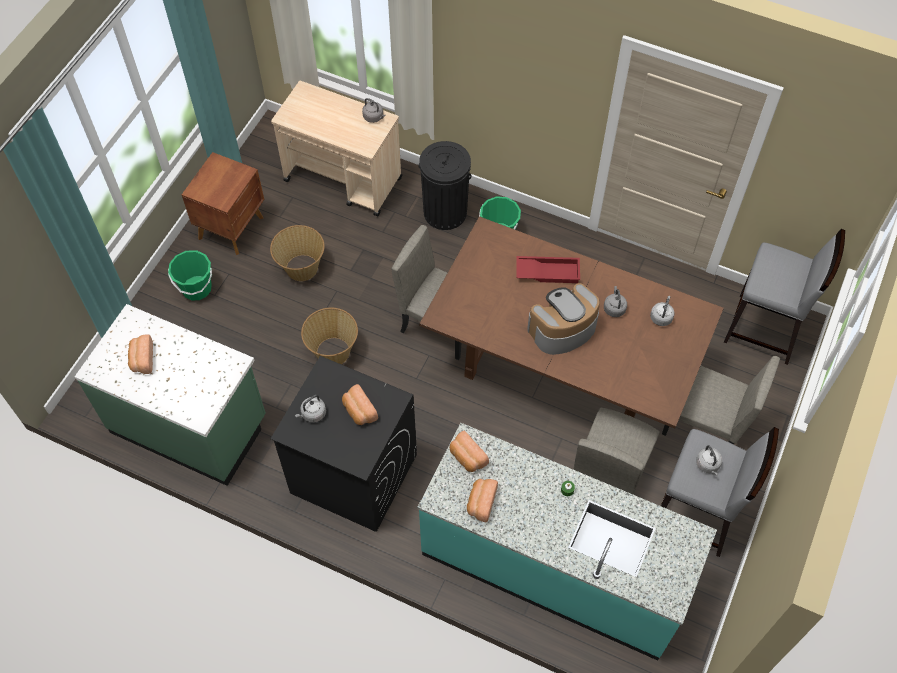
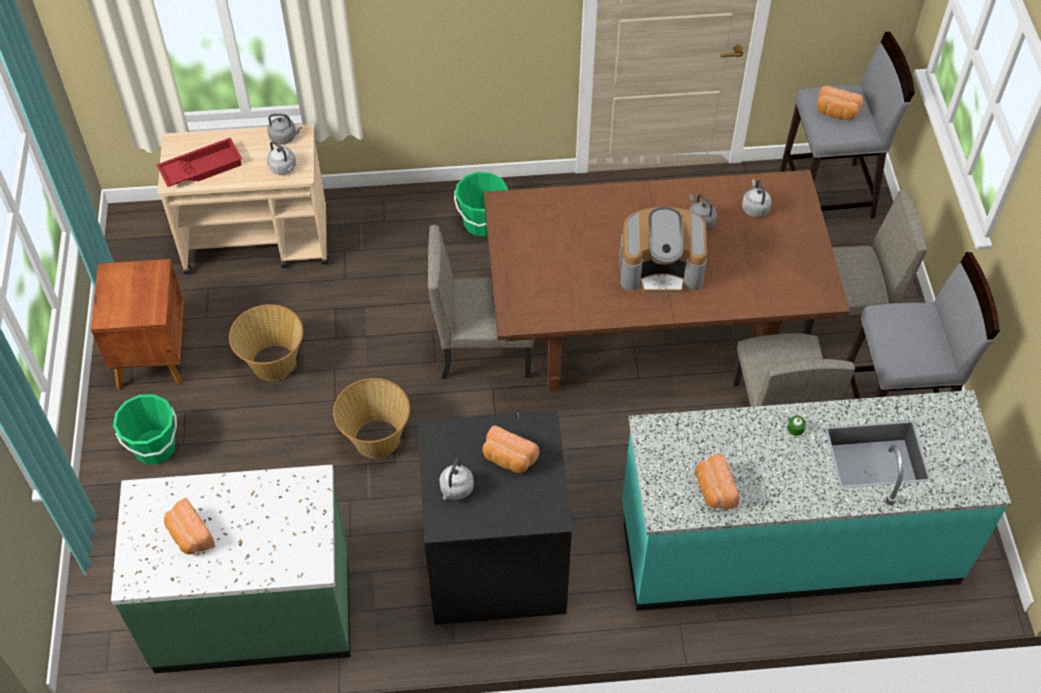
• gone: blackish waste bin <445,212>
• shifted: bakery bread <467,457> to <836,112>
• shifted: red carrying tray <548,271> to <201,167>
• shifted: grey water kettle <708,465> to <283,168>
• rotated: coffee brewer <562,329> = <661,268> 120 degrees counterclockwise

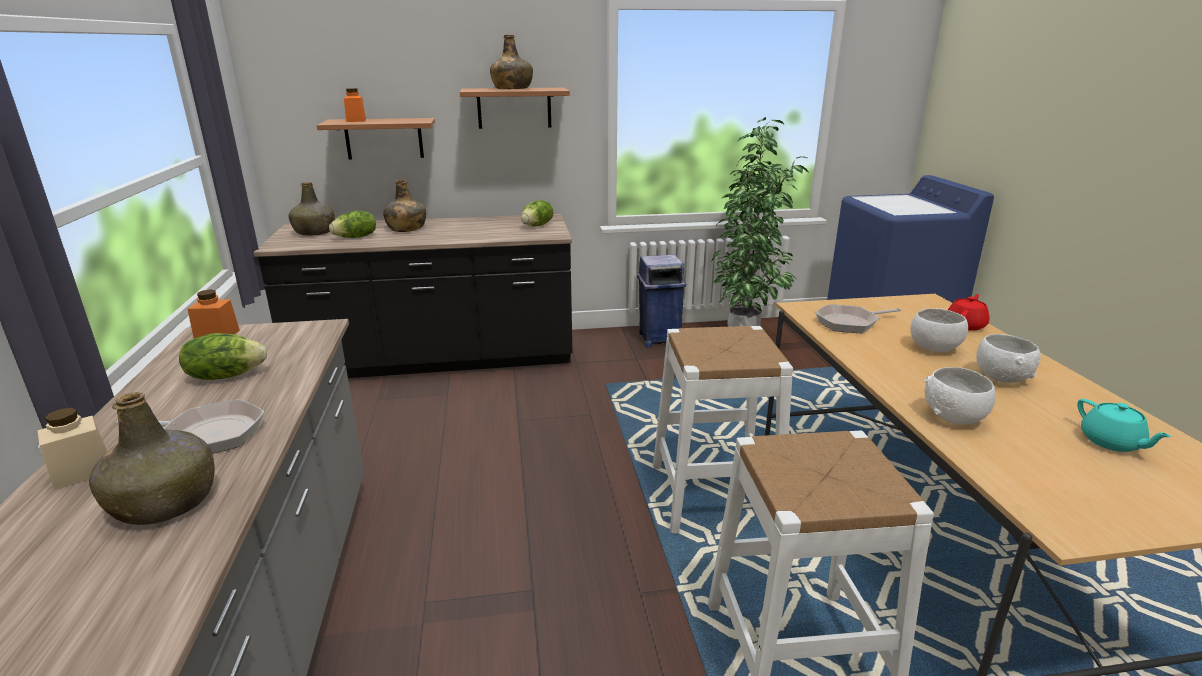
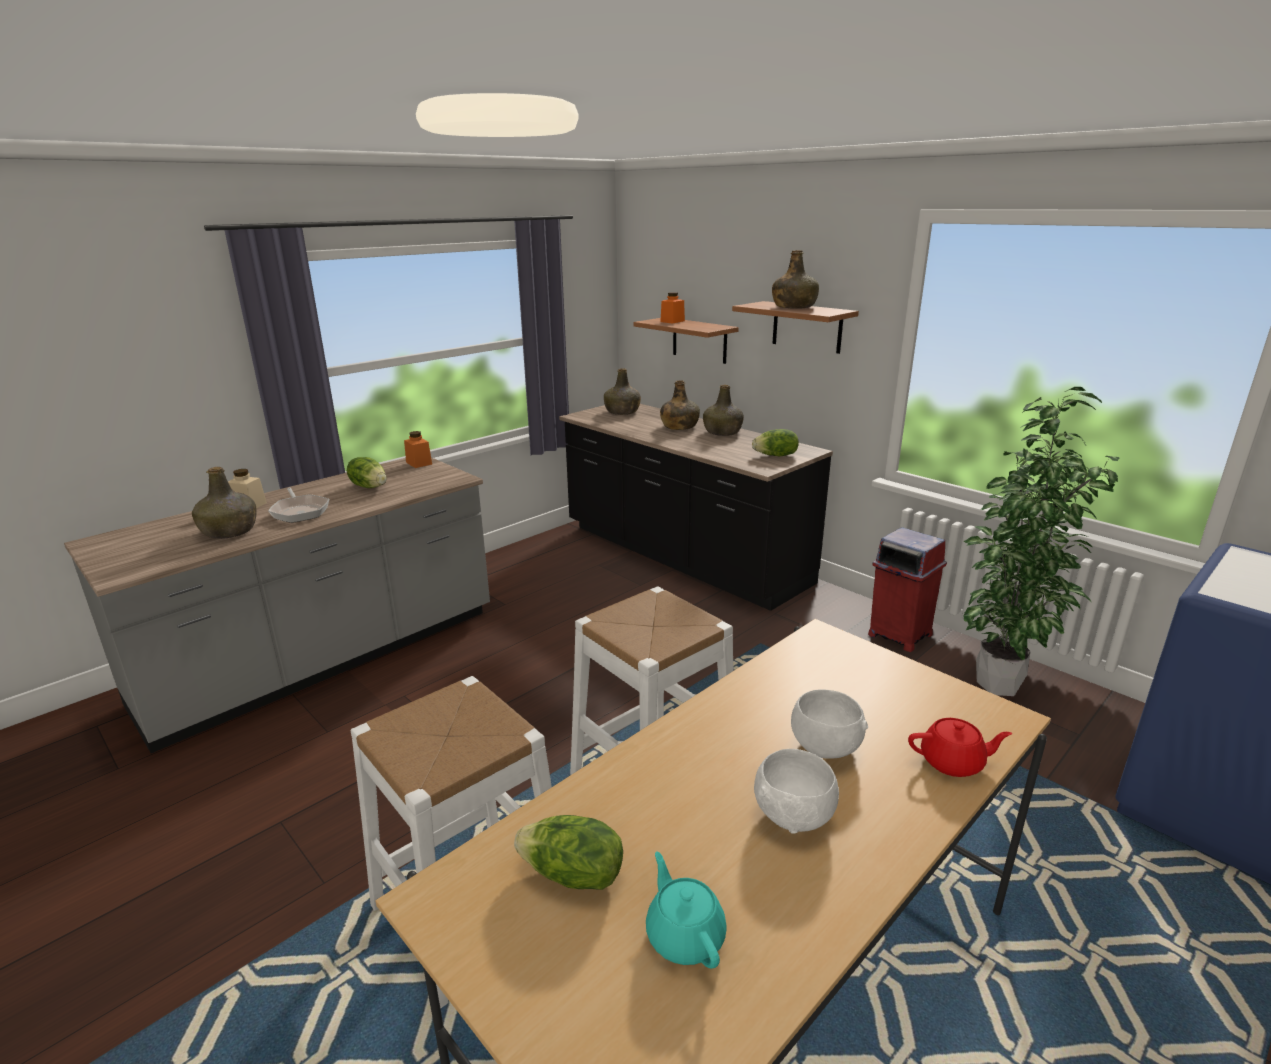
• gone: skillet <850,323>
• gone: whitish deep dish <954,417>
• new: green-coloured bottle <723,432>
• shifted: lettuce head <356,237> to <572,875>
• repainted: bluish waste bin <658,338> to red waste bin <899,634>
• rotated: turquoise tea pot <1111,442> = <684,935> 120 degrees clockwise

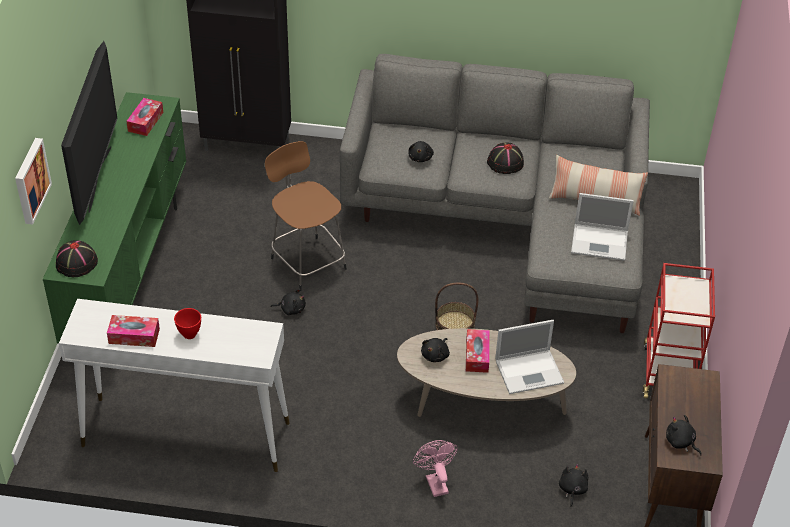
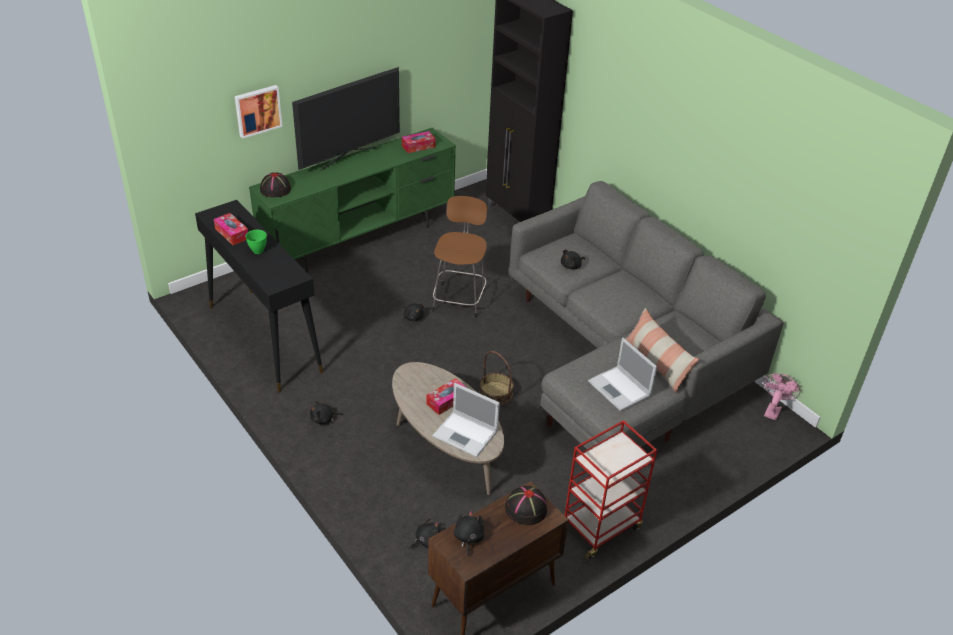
• shifted: pink fan <435,481> to <773,409>
• shifted: blackish soft toy <436,355> to <323,419>
• shifted: blackish hat <505,162> to <525,508>
• repainted: whitish console table <185,434> to blackish console table <264,338>
• repainted: red deep dish <190,335> to green-coloured deep dish <258,251>

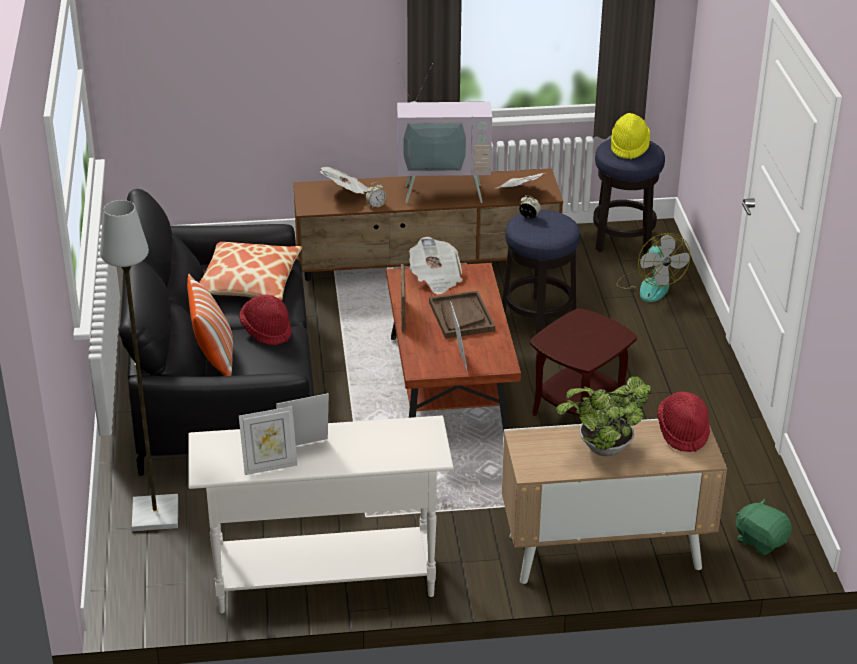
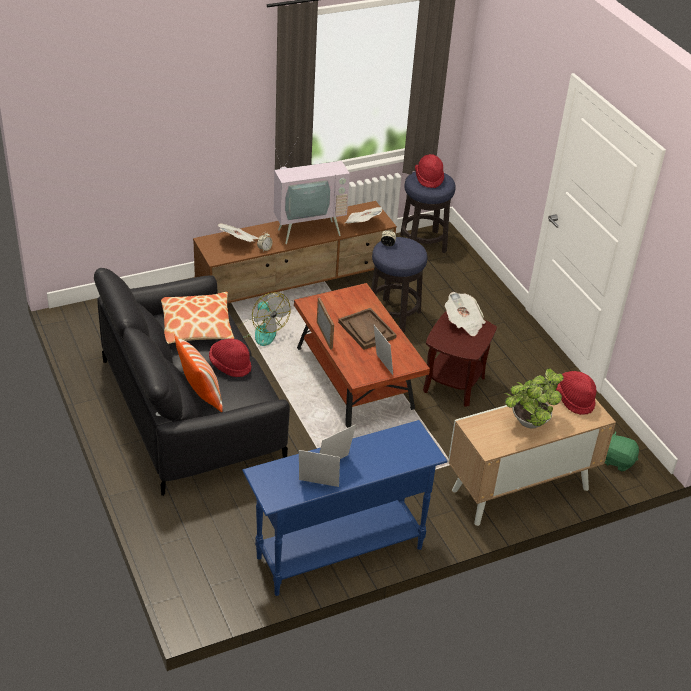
• gone: grey standard lamp <154,514>
• shifted: printed paper <435,278> to <464,323>
• shifted: fan <649,285> to <261,331>
• repainted: whitish console table <323,580> to bluish console table <339,552>
• repainted: yellowish hat <629,147> to red hat <429,178>
• rotated: picture frame <270,466> = <318,486> 135 degrees counterclockwise

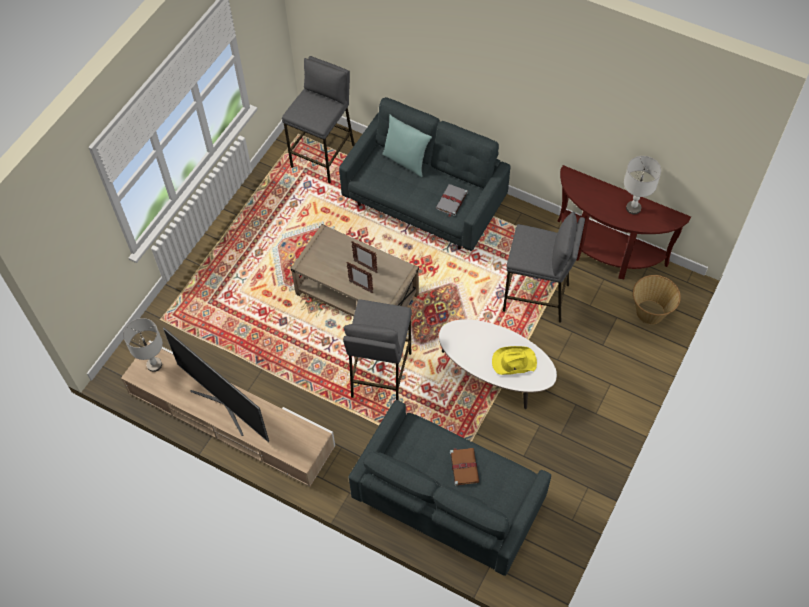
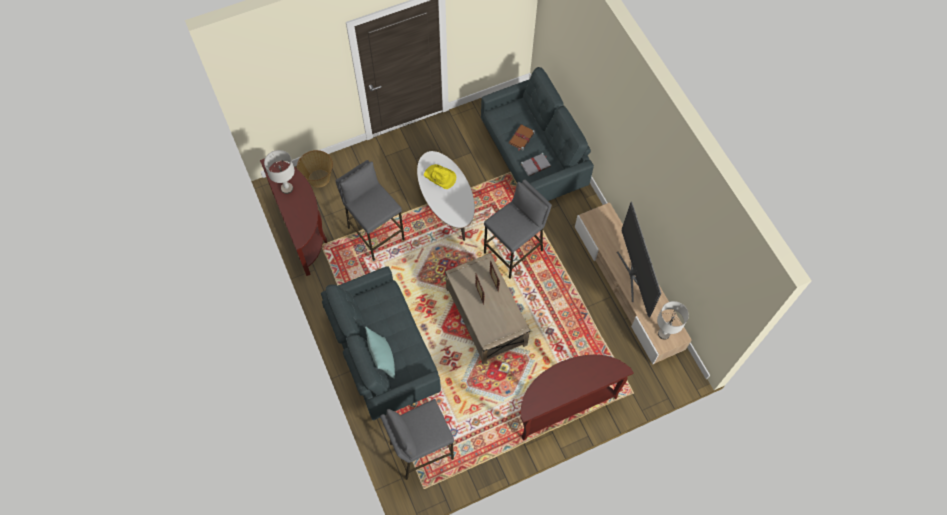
• new: brown console table <563,405>
• shifted: grey bound book <451,201> to <536,165>

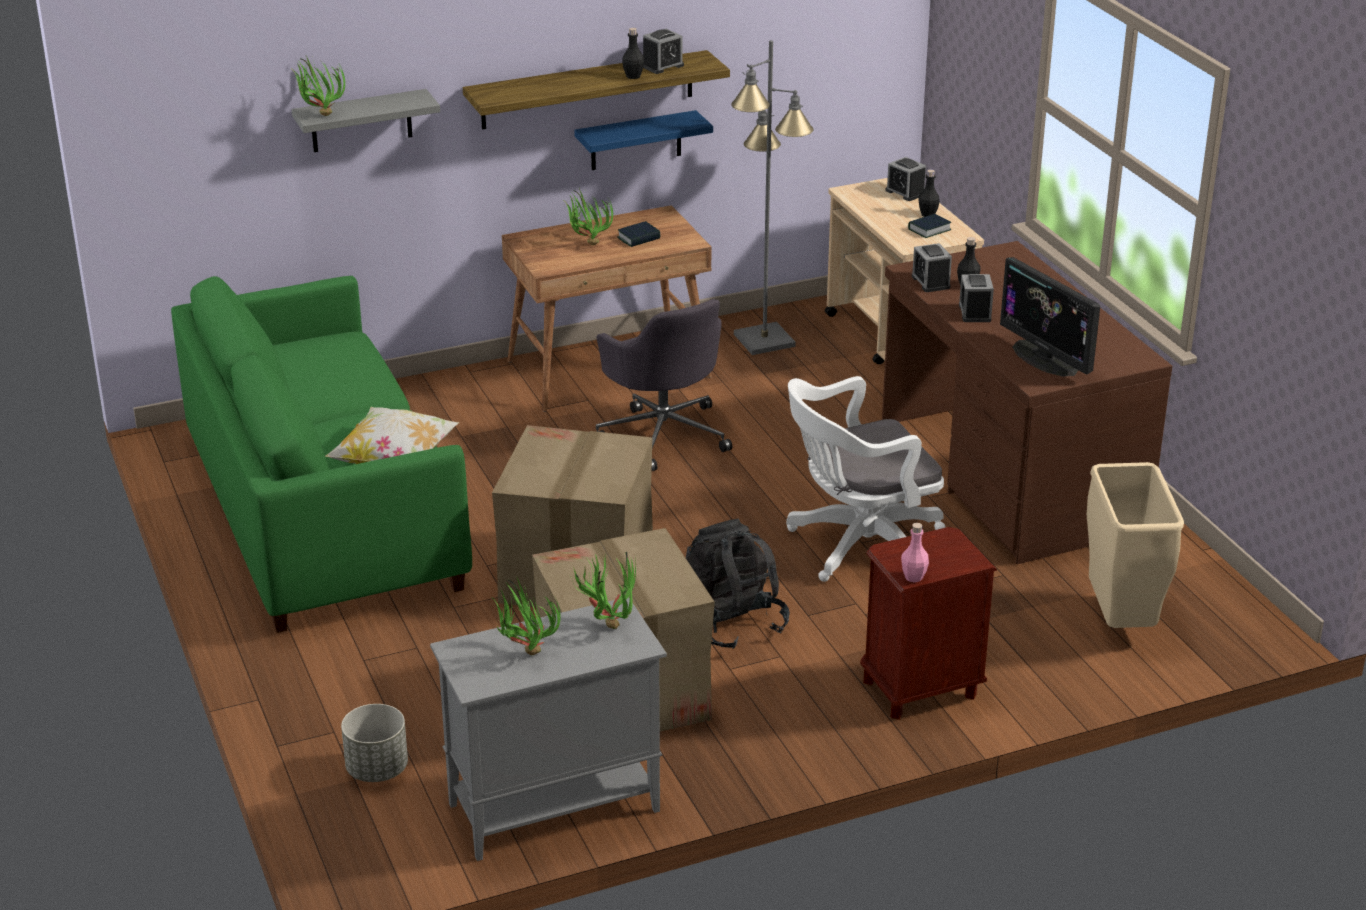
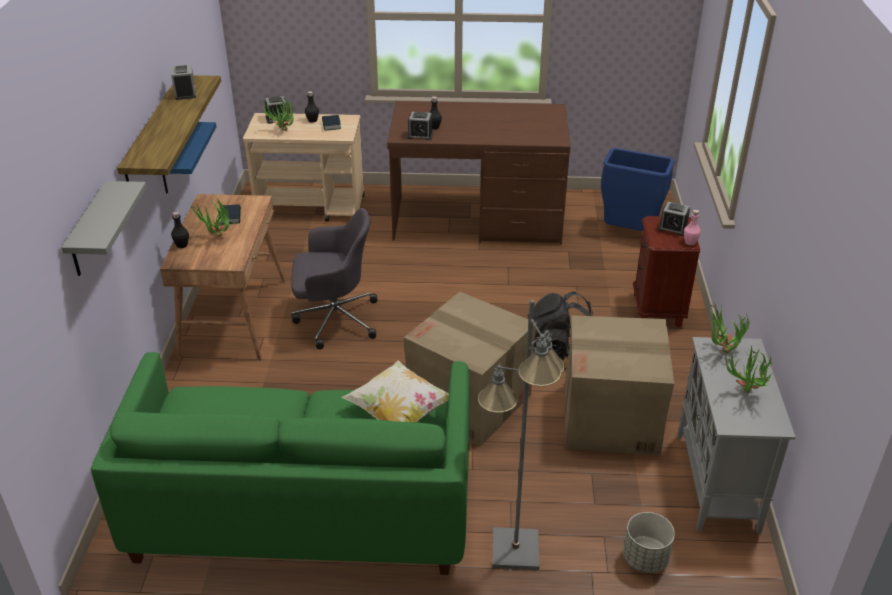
• gone: whitish computer chair <858,547>
• gone: computer display <1045,358>
• shifted: plant in a pot <319,116> to <283,132>
• shifted: blackish bottle <633,76> to <182,245>
• shifted: grey standard lamp <763,340> to <514,550>
• shifted: alarm clock <975,313> to <673,228>
• repainted: beige-coloured waste bin <1118,621> to bluish waste bin <629,233>

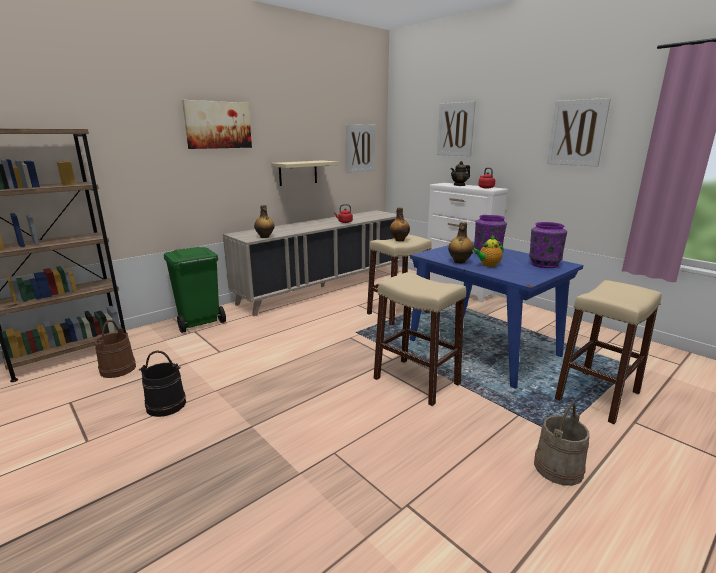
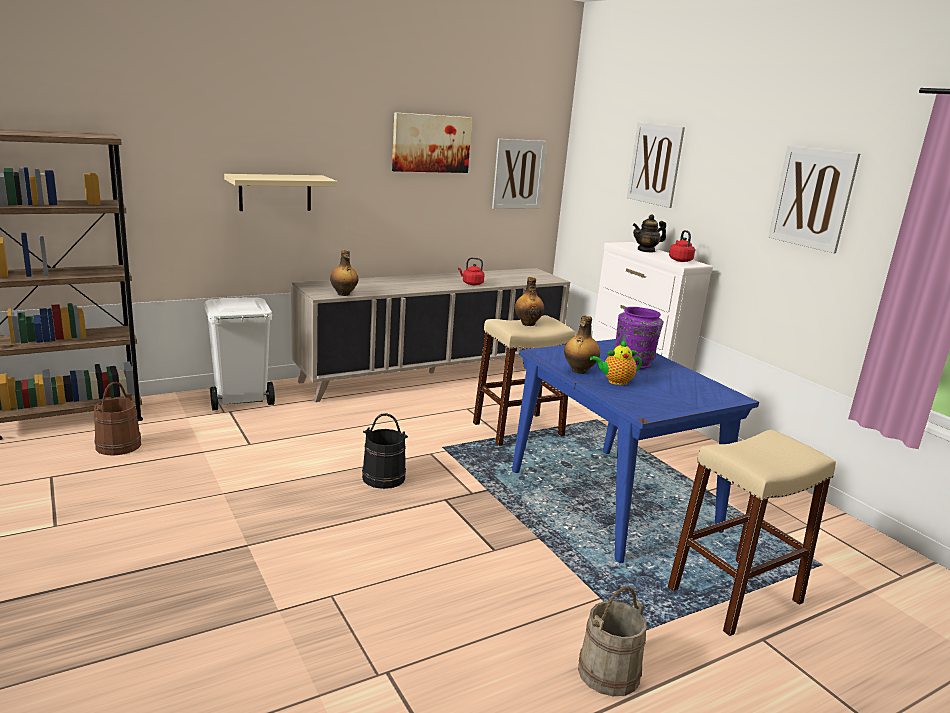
• gone: beige-coloured stool seat <416,381>
• gone: purplish decorative vase <543,264>
• shifted: blackish bucket <166,405> to <384,477>
• shifted: wall picture <218,125> to <431,143>
• shifted: beige-coloured bracket shelf <298,173> to <275,192>
• repainted: green-coloured waste bin <199,323> to whitish waste bin <240,401>

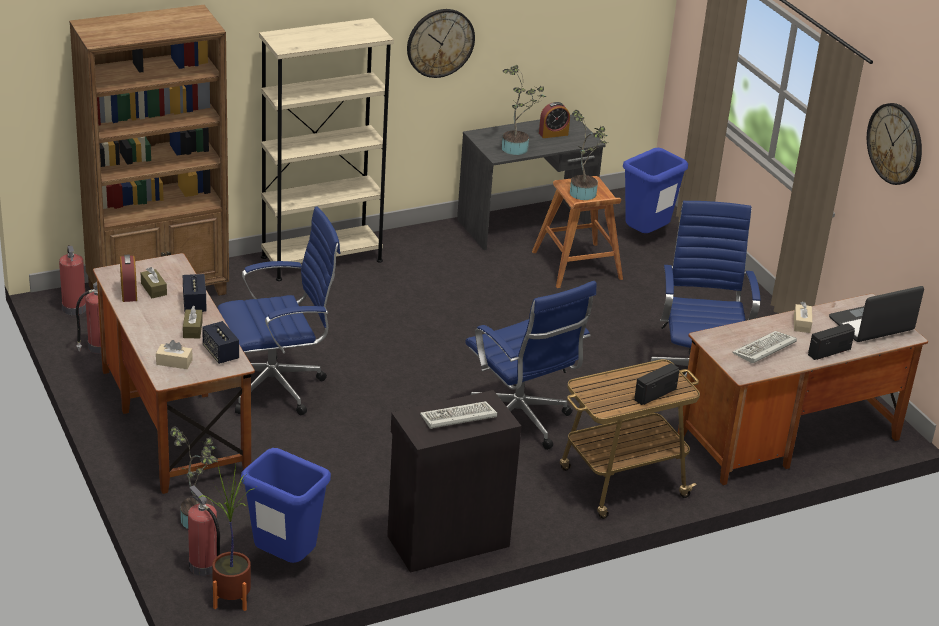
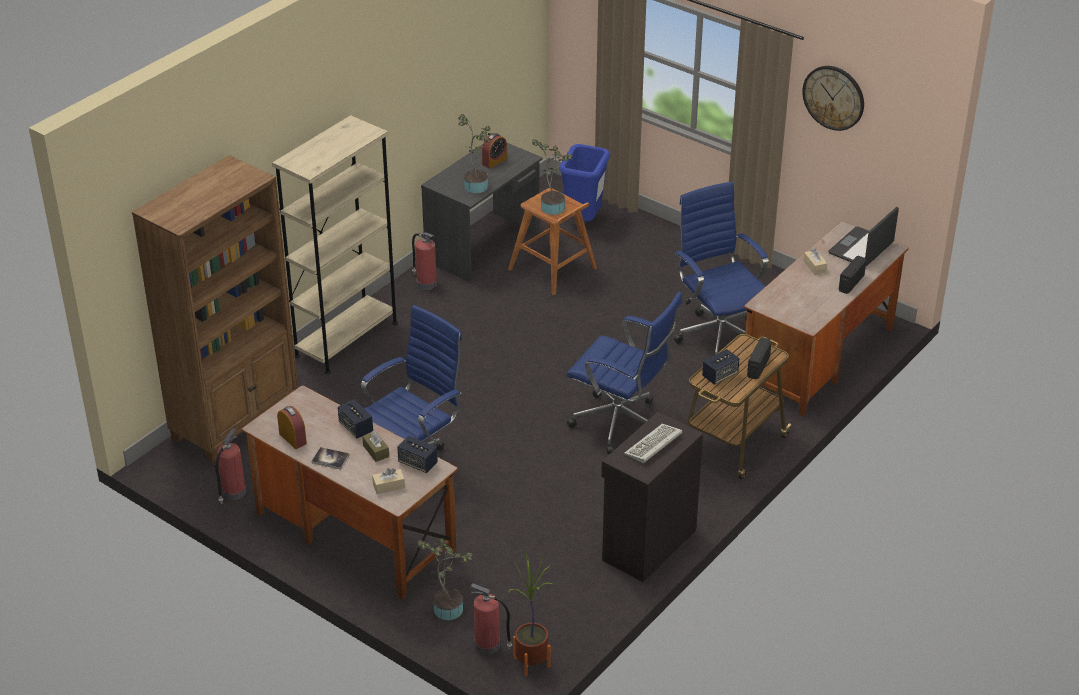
• gone: brown box of tissues <153,289>
• gone: bluish waste bin <284,560>
• gone: wall clock <440,42>
• gone: computer keyboard <763,350>
• new: bound book <330,459>
• new: loudspeaker <720,375>
• shifted: fire-fighting cylinder <74,307> to <426,283>

